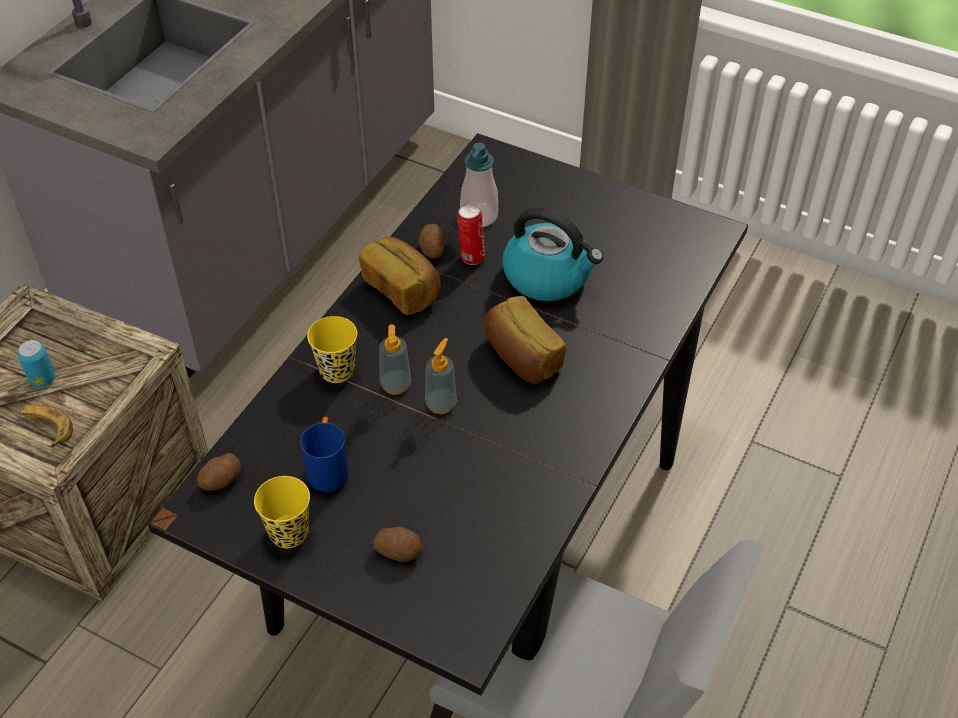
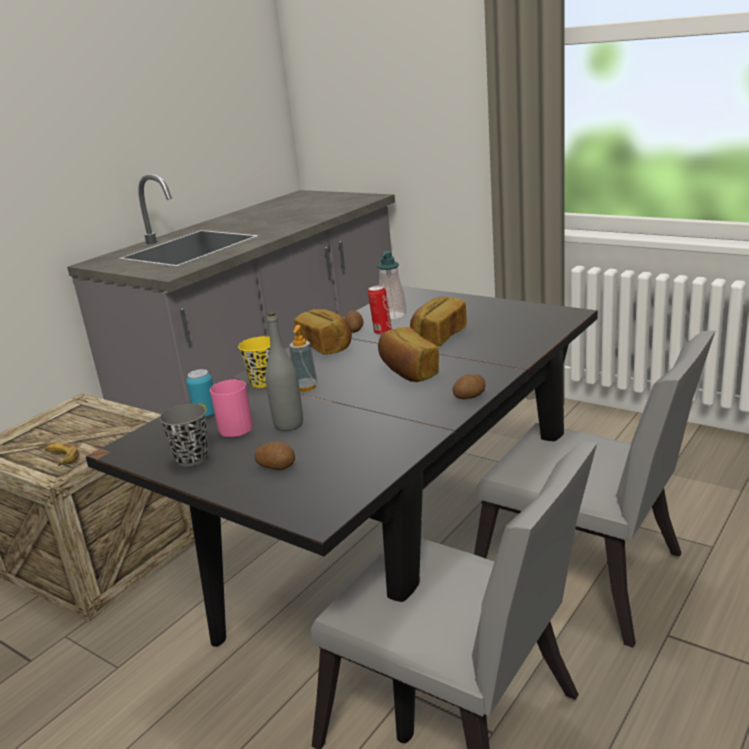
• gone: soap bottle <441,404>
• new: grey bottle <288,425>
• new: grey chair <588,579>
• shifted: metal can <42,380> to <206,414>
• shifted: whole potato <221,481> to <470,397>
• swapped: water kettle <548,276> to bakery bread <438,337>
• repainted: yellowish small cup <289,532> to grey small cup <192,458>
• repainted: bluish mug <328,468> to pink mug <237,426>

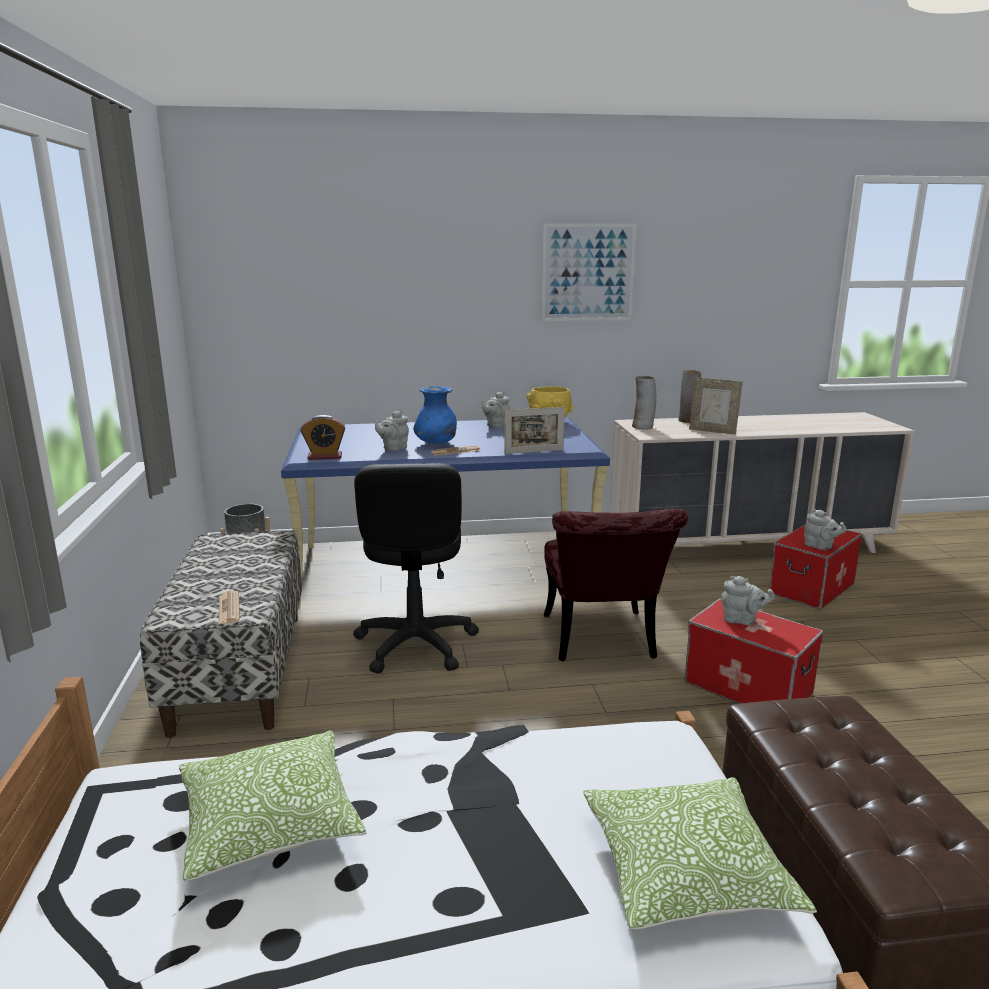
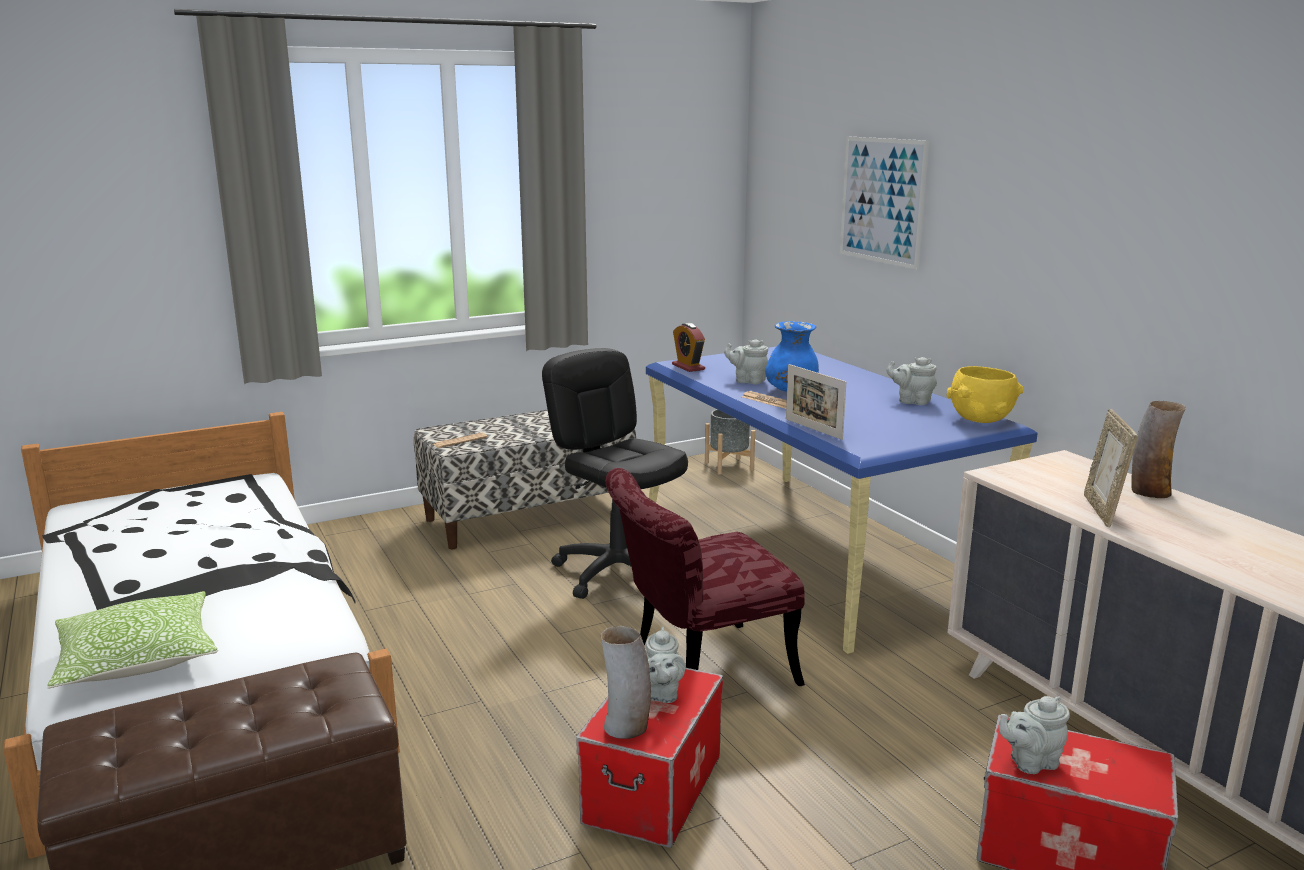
• gone: cushion <270,822>
• shifted: wall picture <588,272> to <882,200>
• shifted: decorative vase <643,427> to <626,727>
• rotated: blackish computer chair <415,645> = <618,572> 75 degrees clockwise
• rotated: grey tea pot <820,547> = <1030,762> 45 degrees clockwise

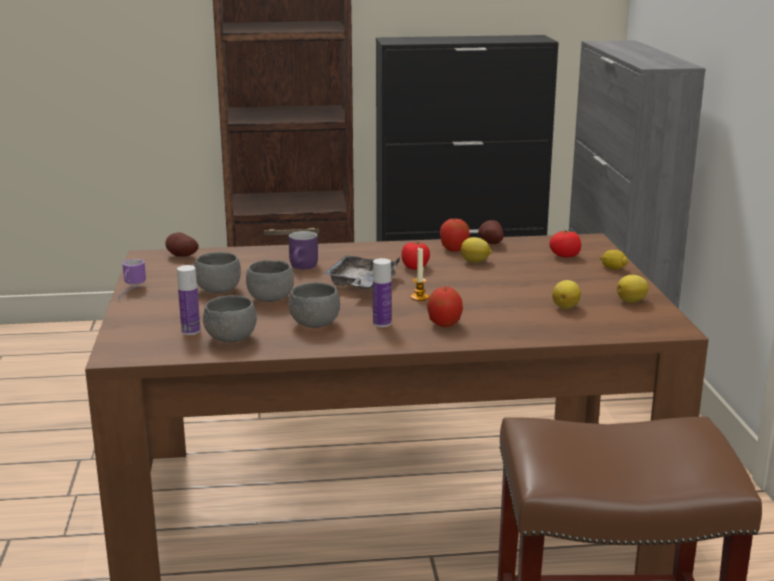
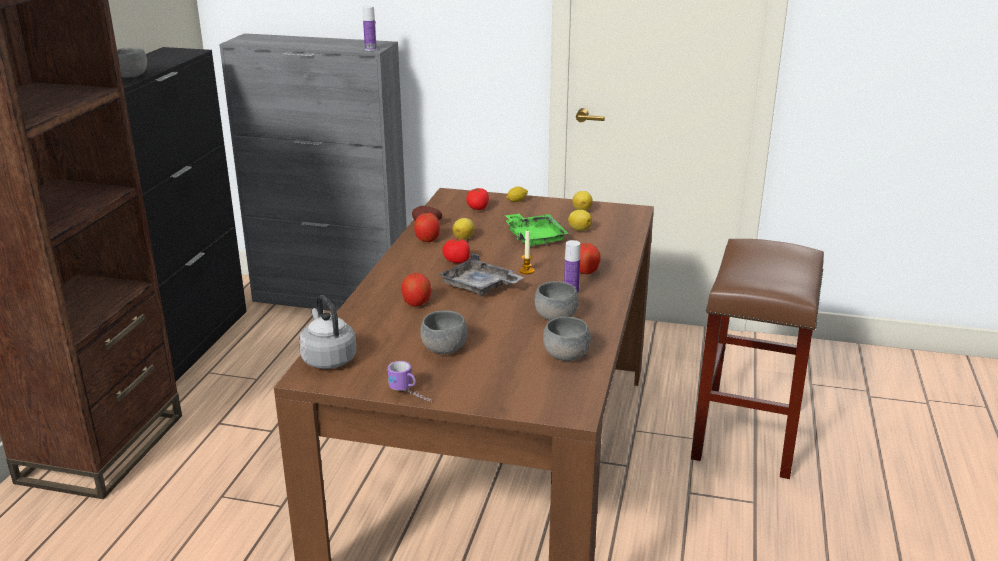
• new: green-coloured carrying tray <534,237>
• shifted: bottle <191,331> to <370,49>
• shifted: grey deep dish <270,298> to <130,76>
• swapped: whole potato <181,256> to grey water kettle <328,358>
• swapped: purplish mug <304,267> to apple fruit <416,303>

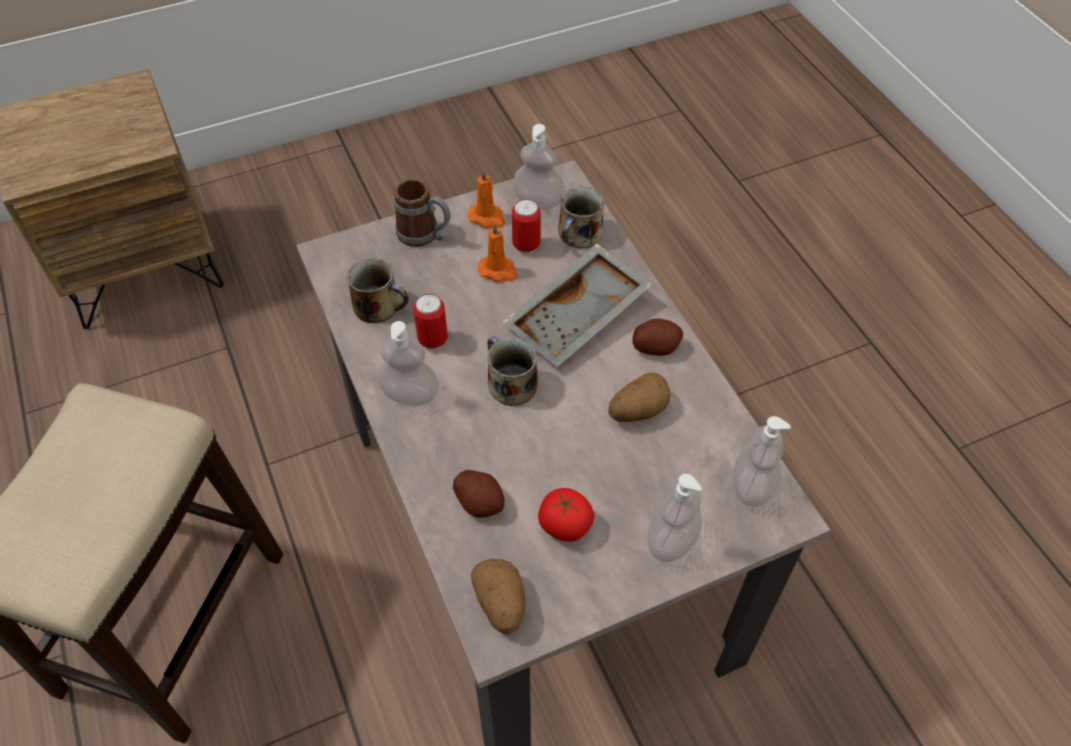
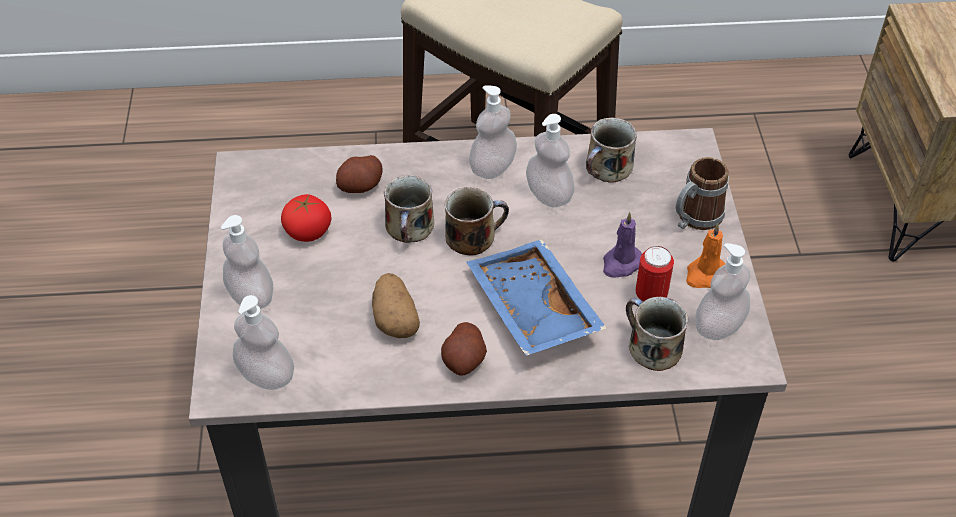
• gone: whole potato <500,604>
• new: mug <410,227>
• swapped: metal can <433,340> to soap bottle <549,195>
• repainted: orangey candle <498,271> to purplish candle <621,264>
• repainted: grey carrying tray <579,318> to bluish carrying tray <530,309>

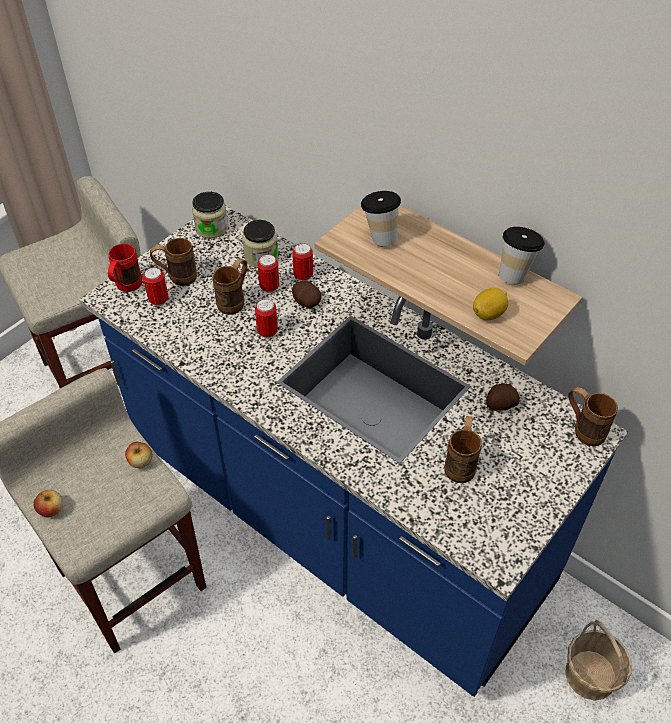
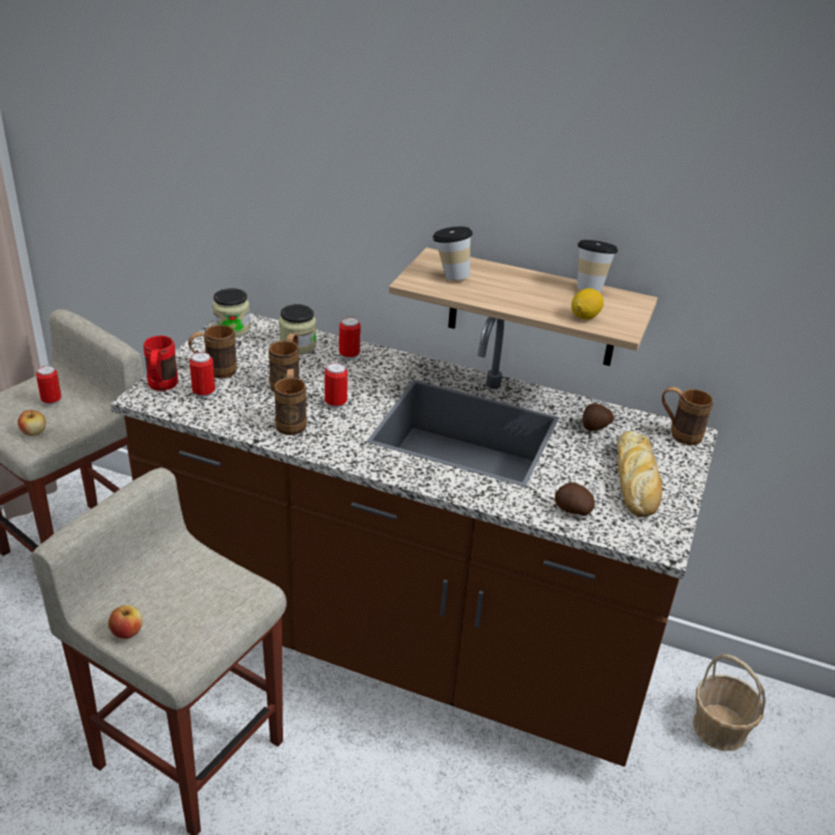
• new: bakery bread <636,481>
• shifted: apple fruit <141,461> to <34,432>
• shifted: metal can <269,287> to <51,401>
• shifted: whole potato <306,302> to <572,510>
• shifted: brown mug <461,463> to <291,421>
• repainted: bluish counter <335,517> to brown counter <402,640>

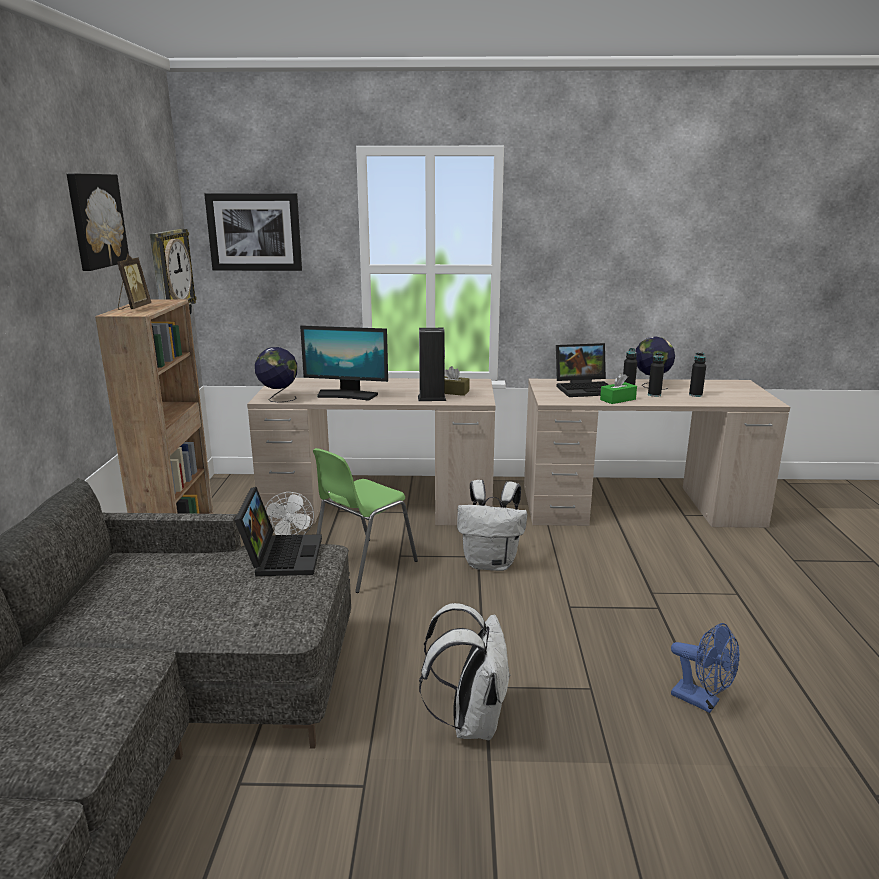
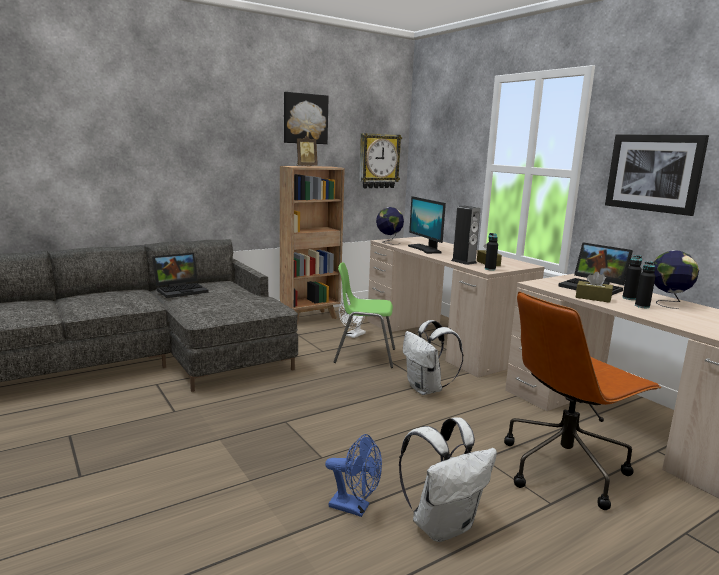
• new: brown computer chair <564,468>
• shifted: wall picture <254,232> to <654,173>
• shifted: notebook computer <281,555> to <182,290>
• shifted: whitish rucksack <470,721> to <443,525>
• shifted: blackish bottle <695,395> to <490,269>
• repainted: green-coloured box of tissues <618,399> to brown box of tissues <593,298>
• rotated: bluish fan <702,701> = <355,508> 75 degrees counterclockwise

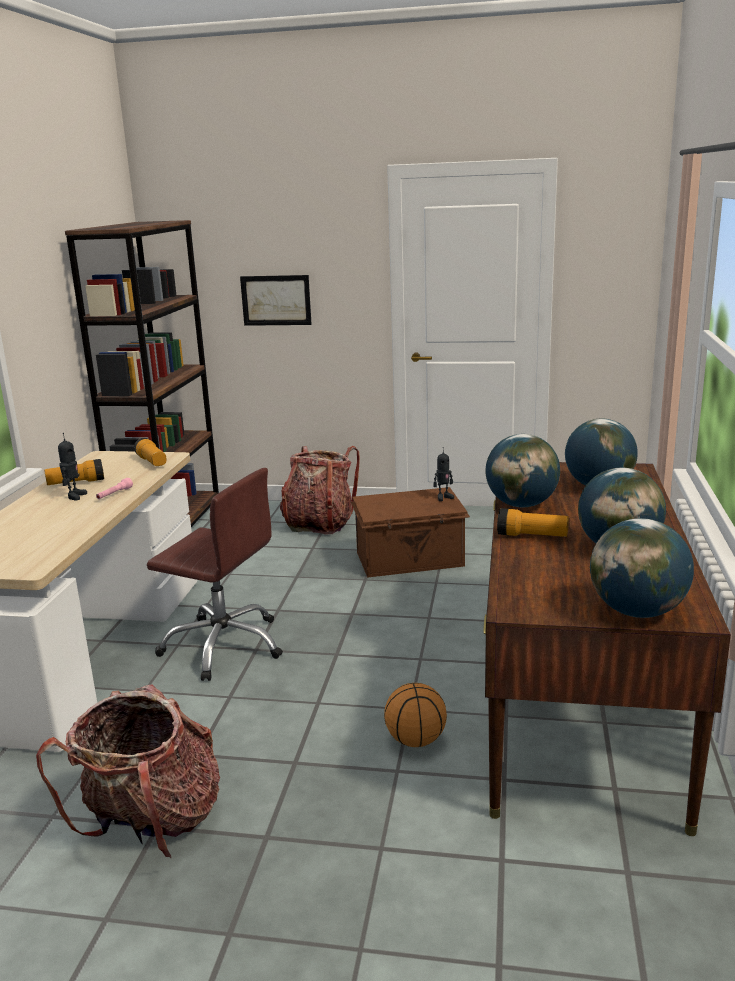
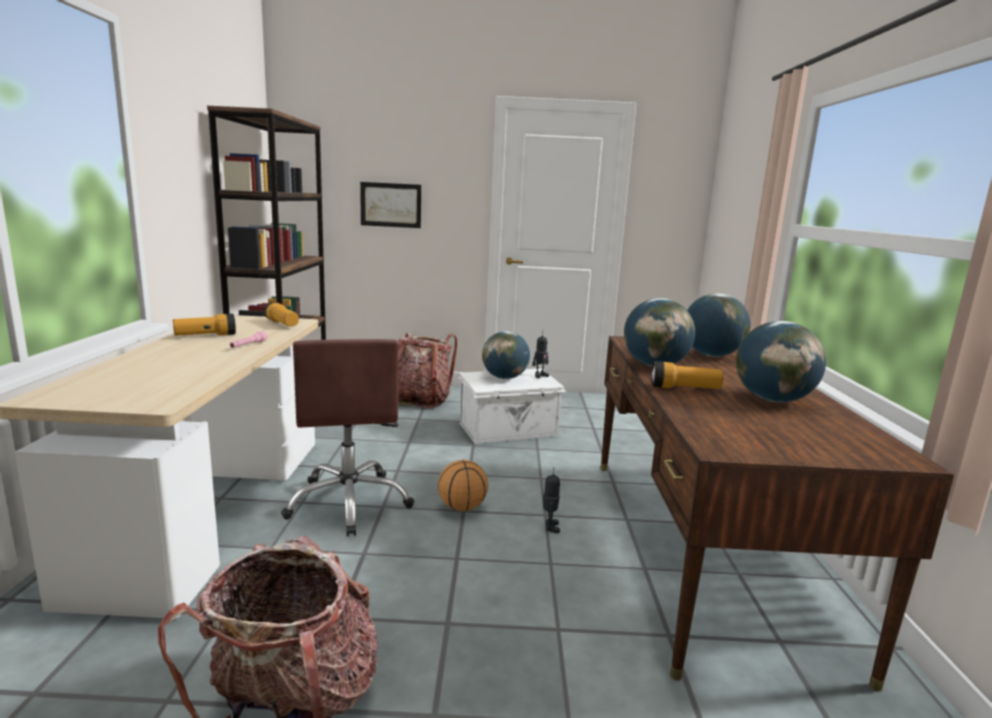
• shifted: model robot <74,496> to <550,527>
• shifted: ball for basketball <415,741> to <461,508>
• shifted: globe <637,611> to <504,377>
• repainted: brown storage bin <410,560> to whitish storage bin <509,430>
• rotated: brown computer chair <224,645> = <349,502> 60 degrees clockwise

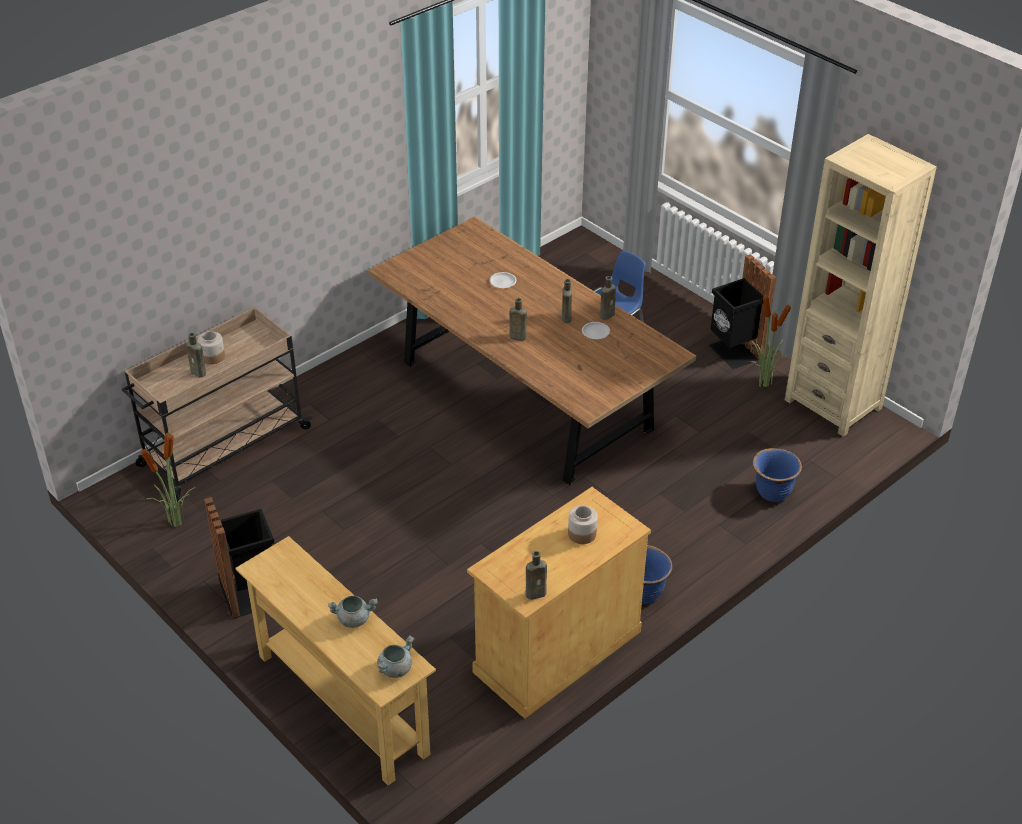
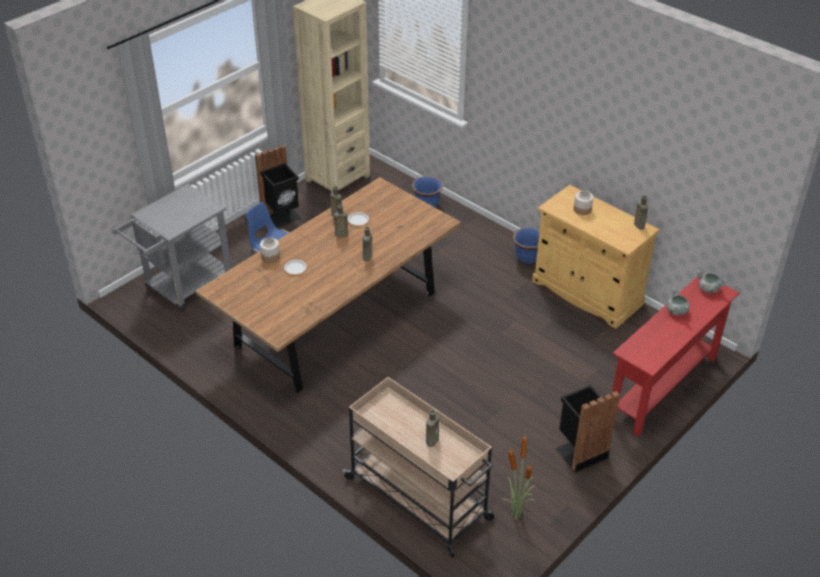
• gone: plant in a pot <763,383>
• new: grey cart <183,287>
• shifted: preserve jar <213,356> to <270,257>
• repainted: beige-coloured console table <341,704> to red console table <663,387>

